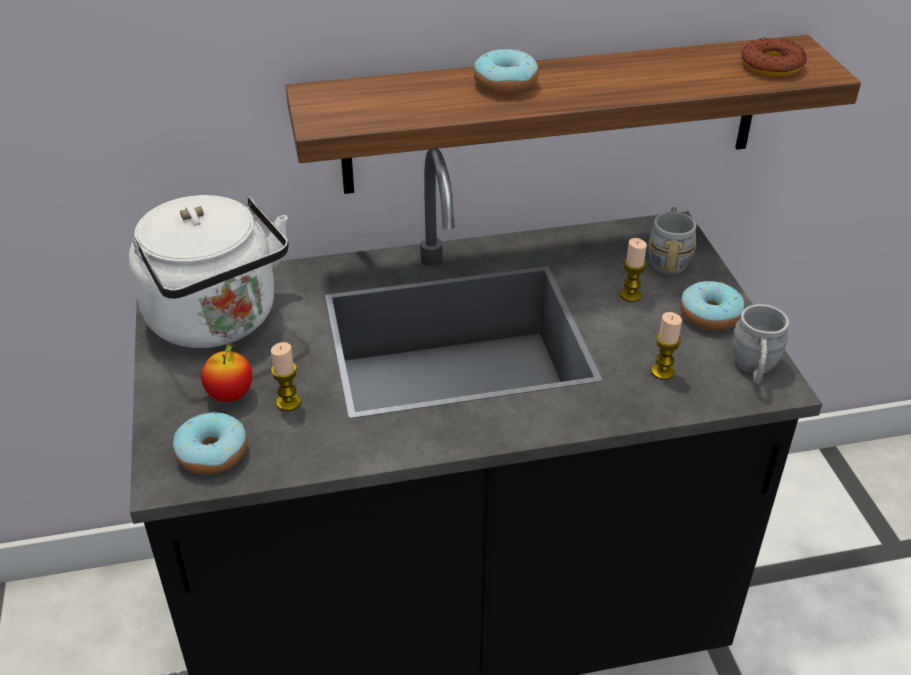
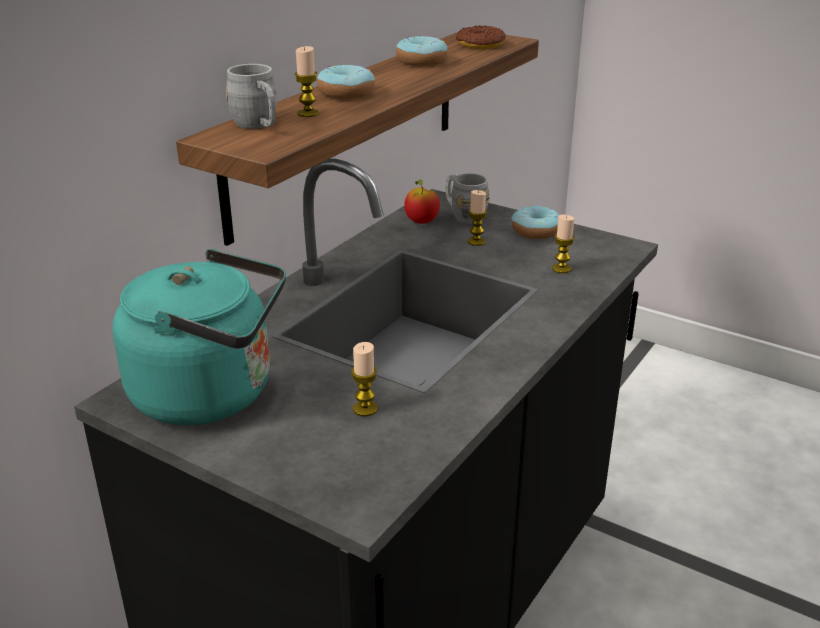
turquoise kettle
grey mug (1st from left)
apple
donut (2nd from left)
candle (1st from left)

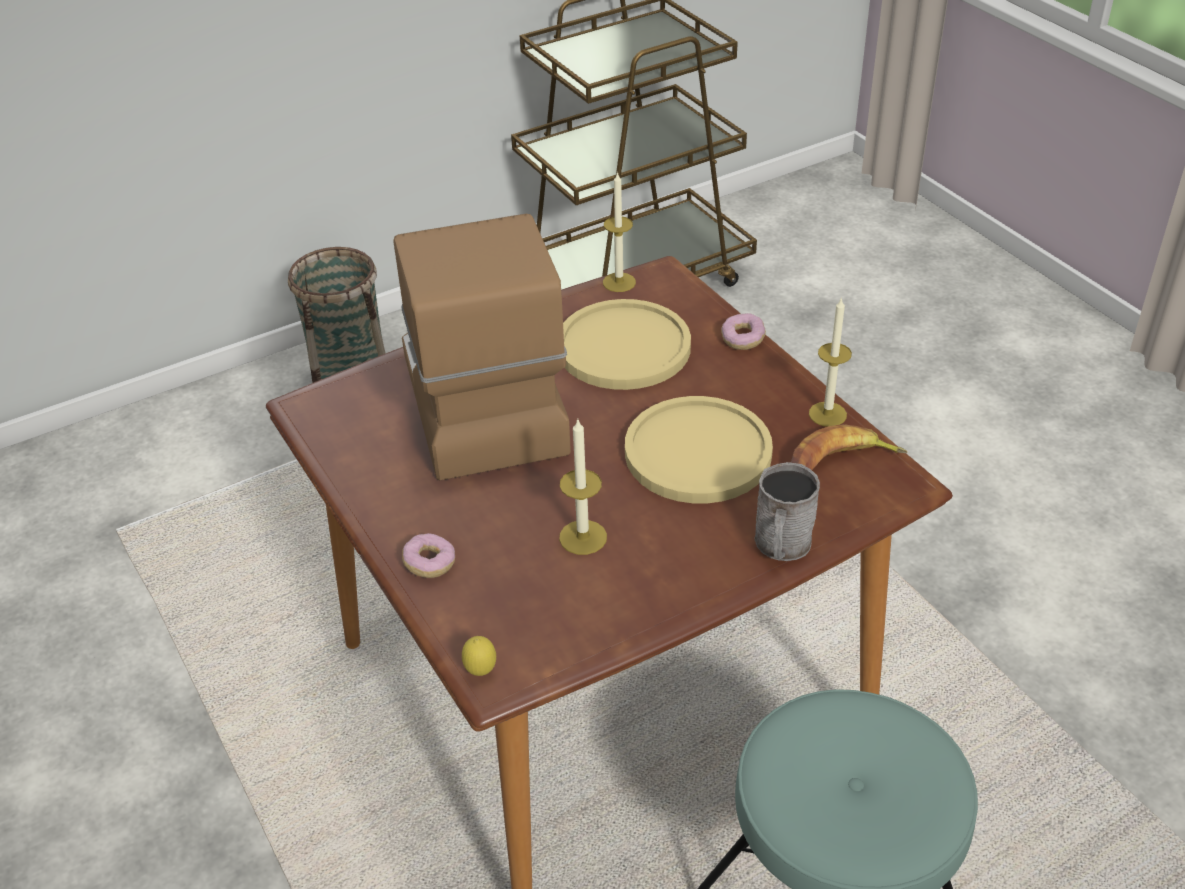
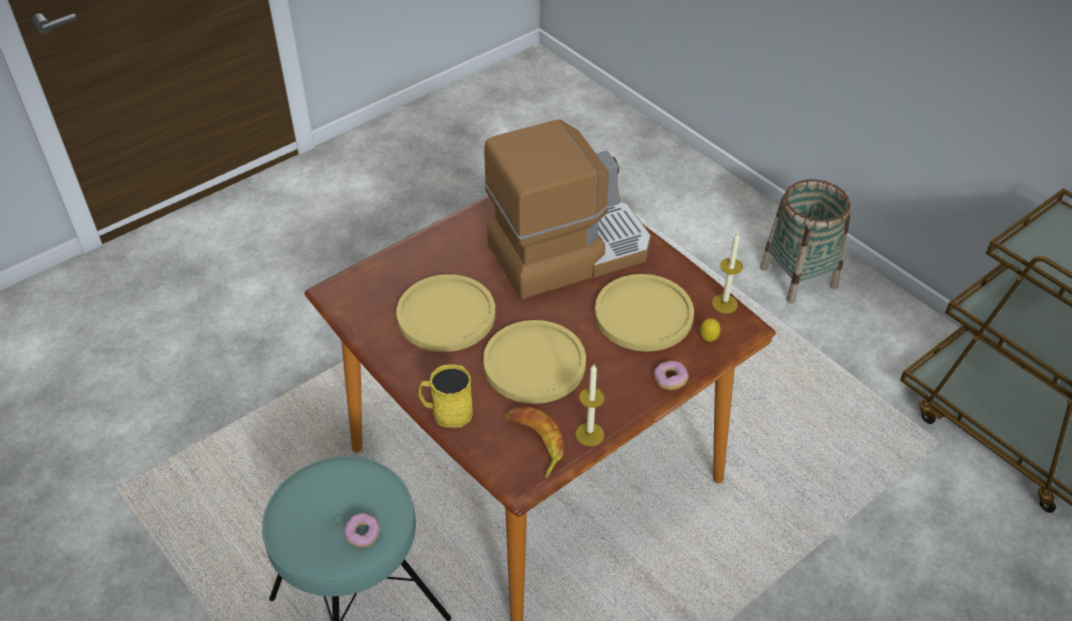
yellow plate (1st from left)
yellow mug
donut (1st from left)
lemon

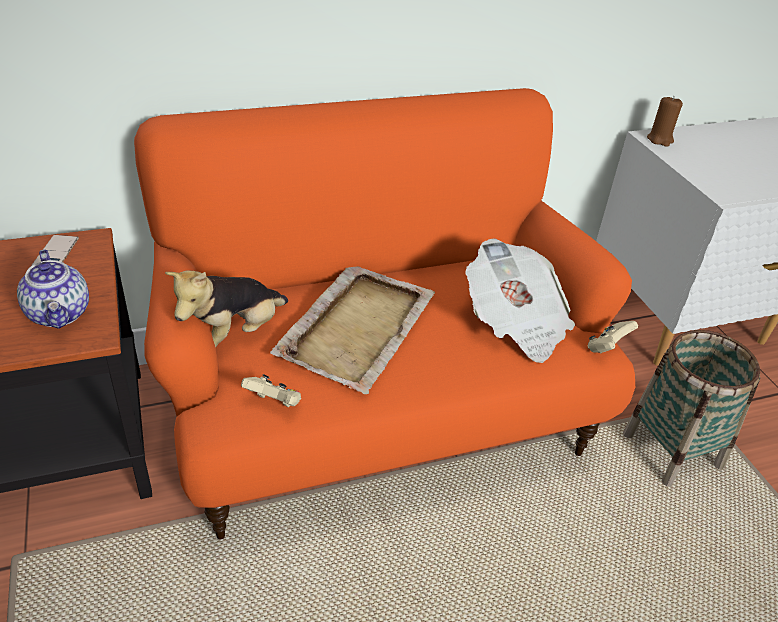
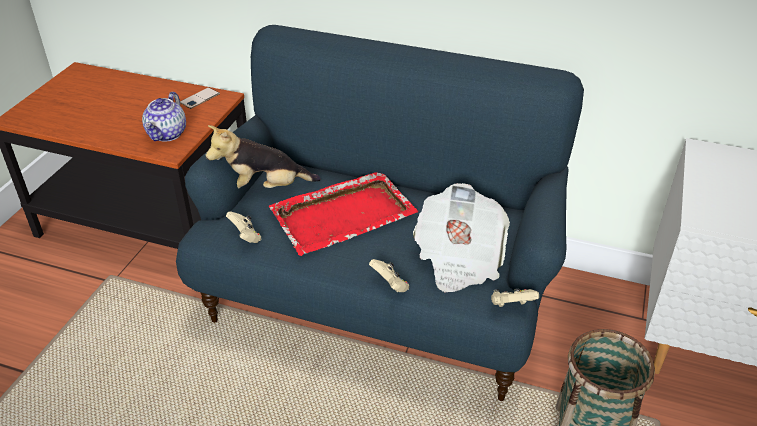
blue sofa
brown candle
red tray
beige game controller (2nd from left)

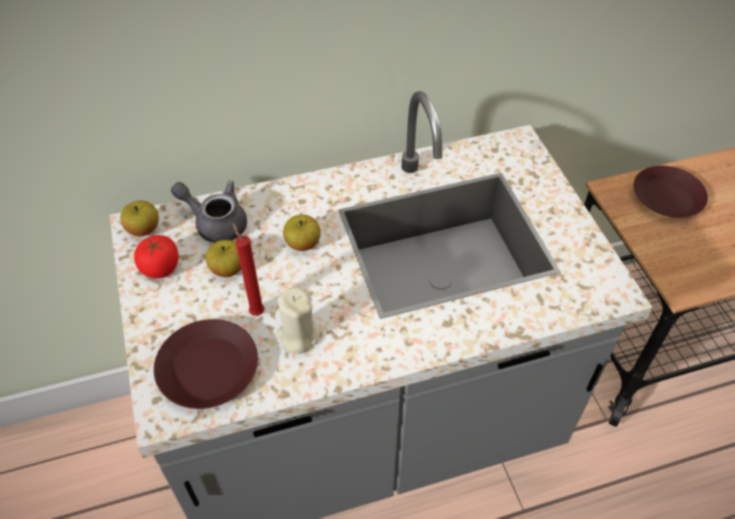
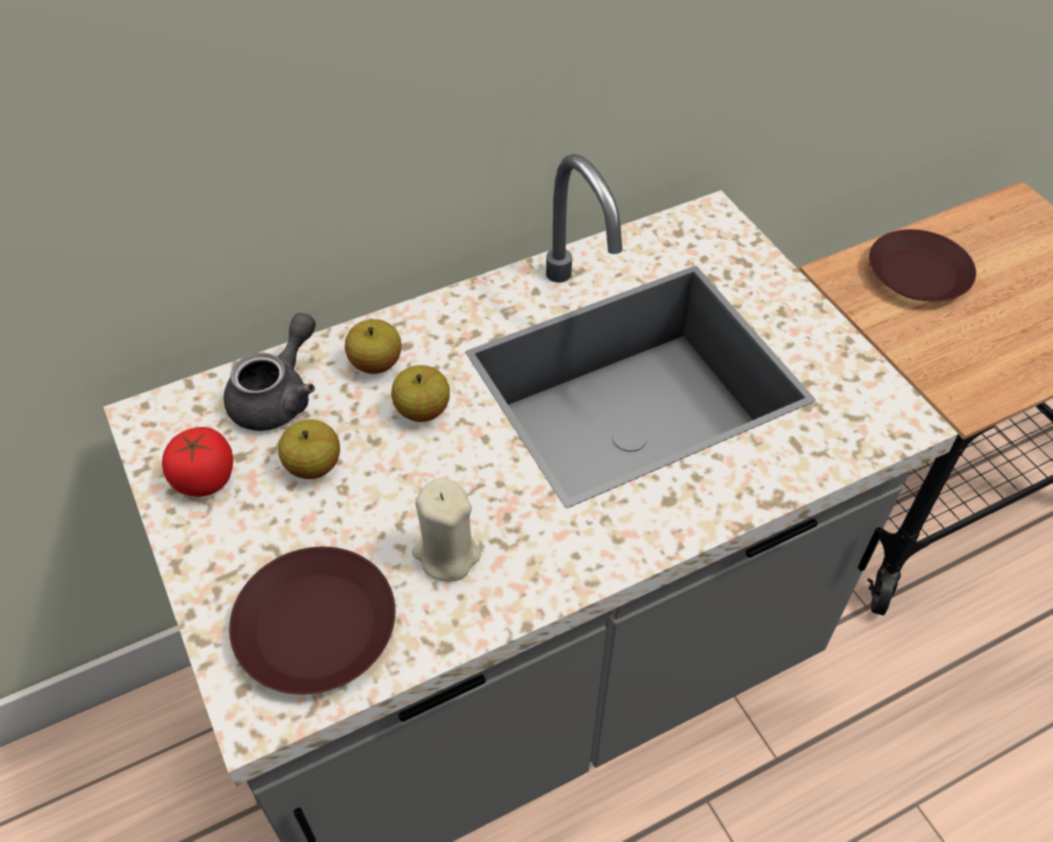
grey teapot
apple (2nd from left)
red candle

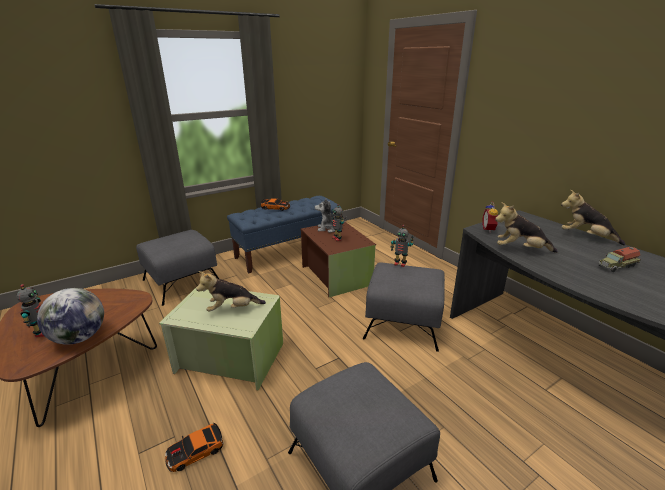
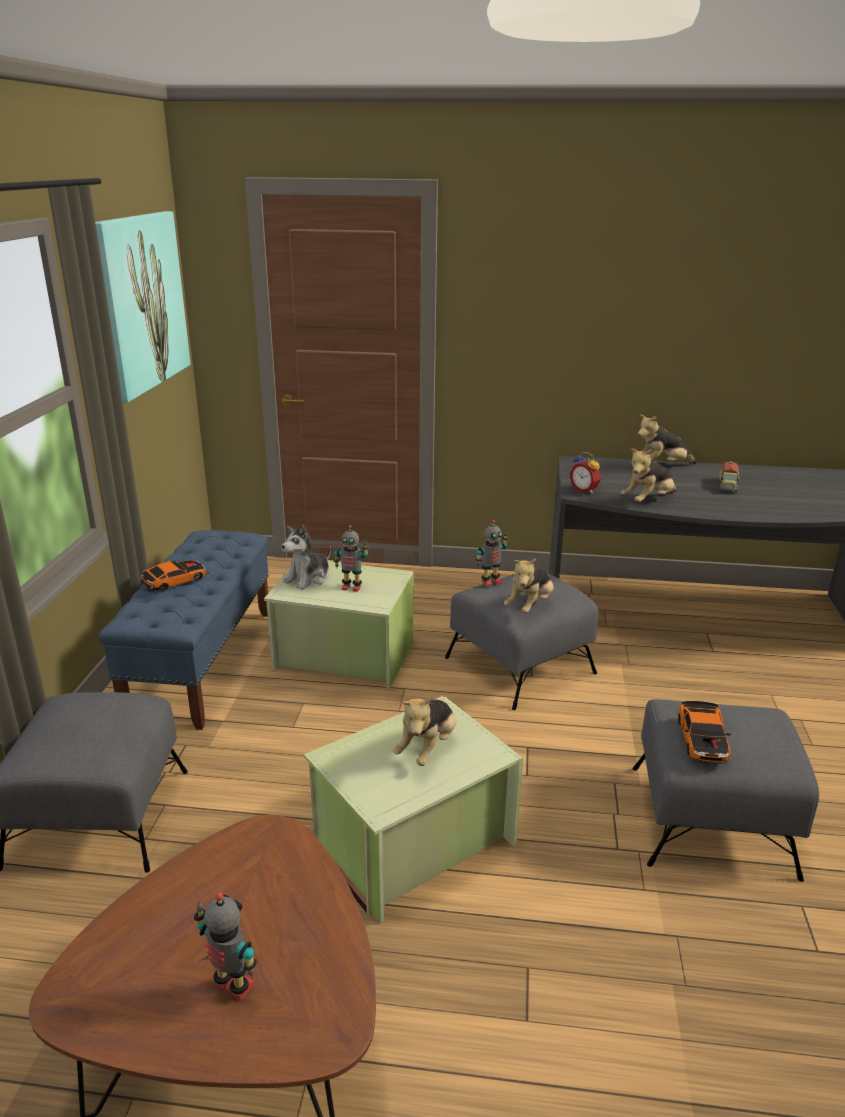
green storage box (1st from left)
globe
toy car (2nd from left)
picture
plush toy (3rd from left)

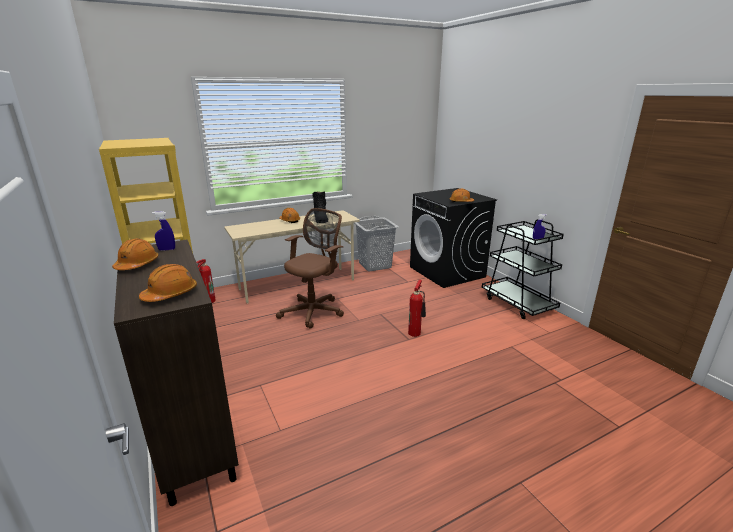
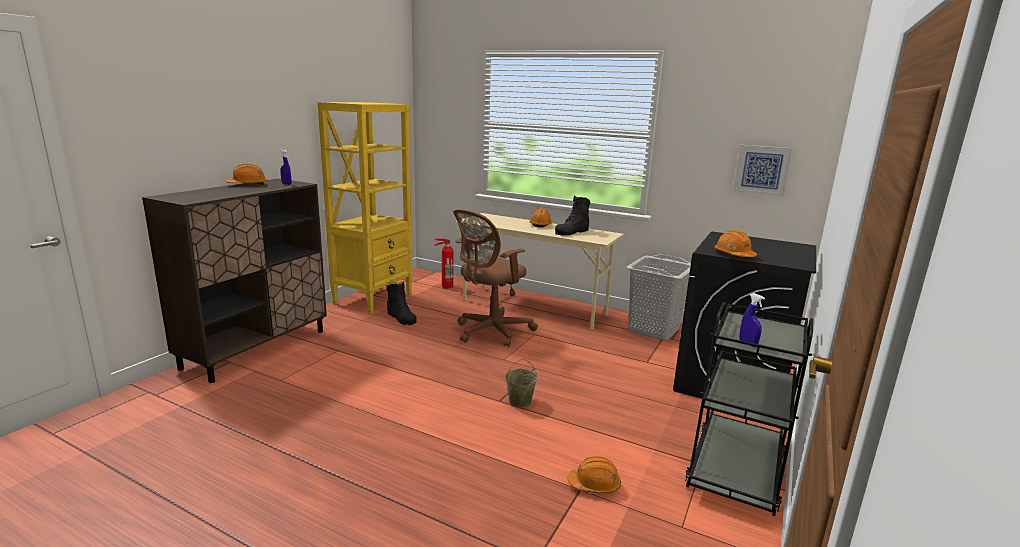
brown office chair
orange hard hat (3rd from left)
beige bucket
picture
black boot (1st from left)

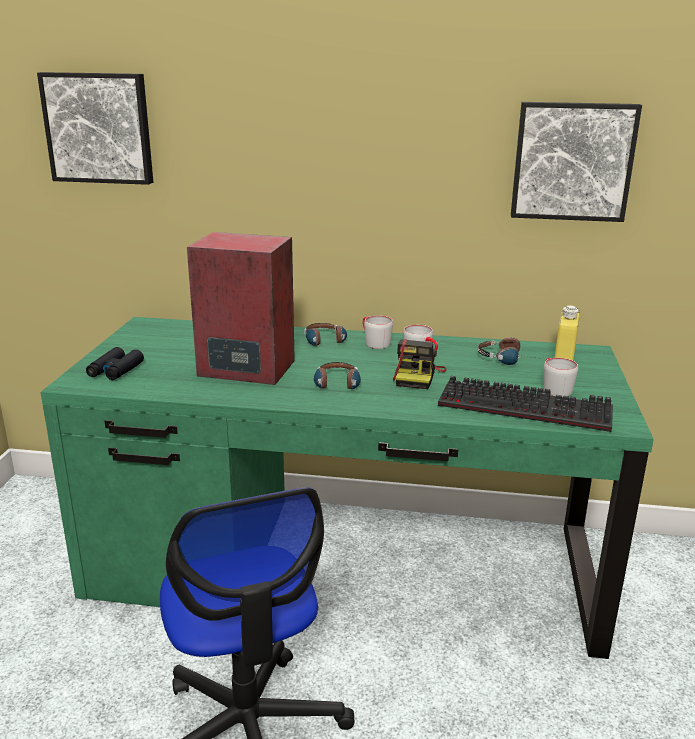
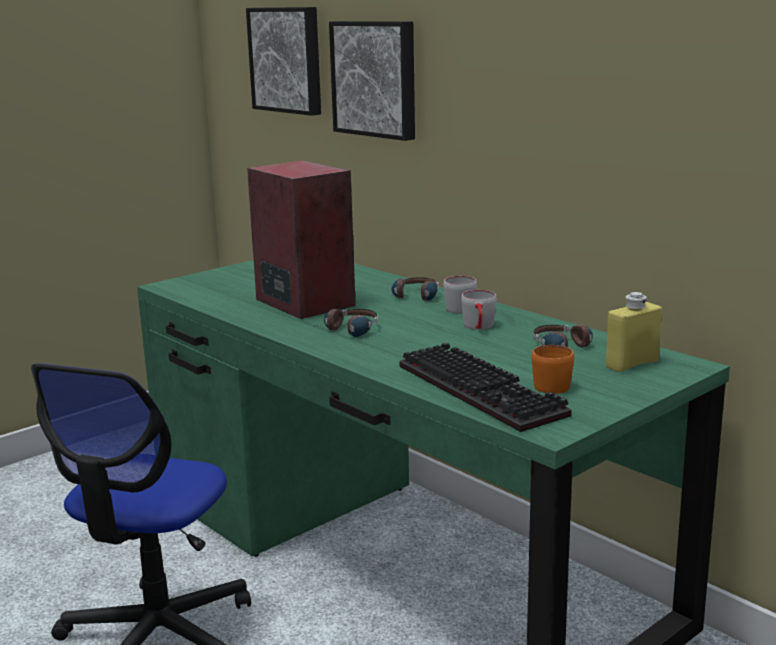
picture (2nd from left)
photo camera
black binoculars
orange mug

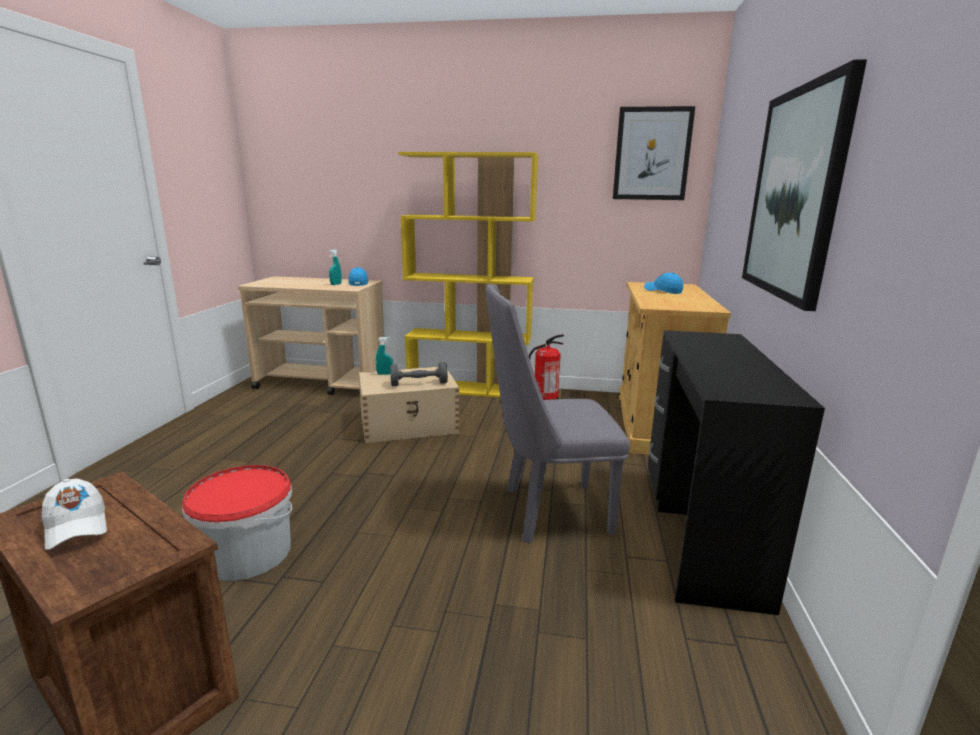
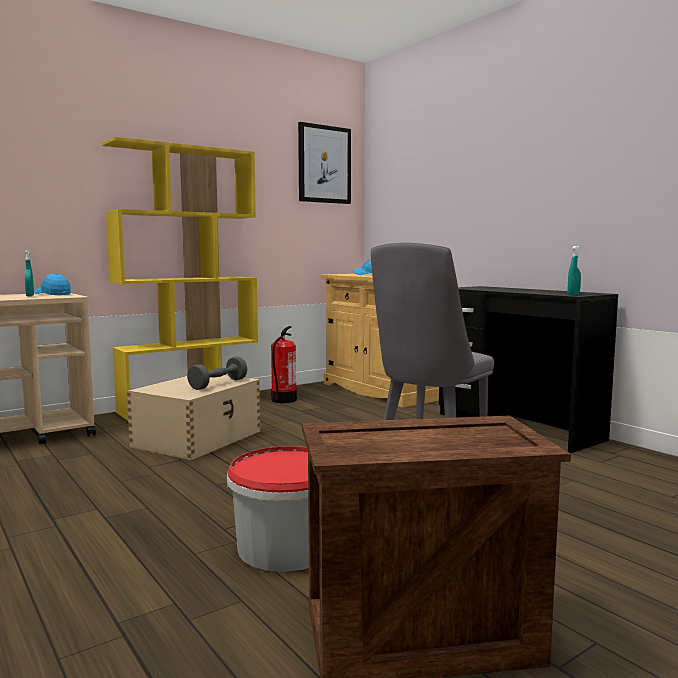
picture (2nd from left in the first image)
turquoise spray bottle (2nd from left)
white cap

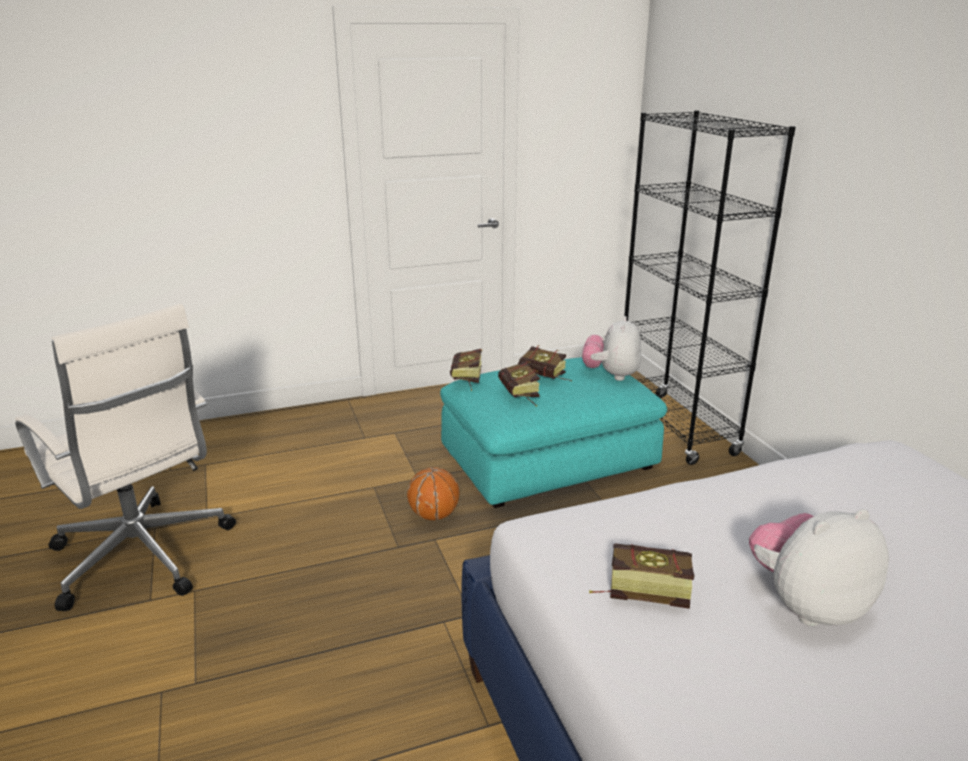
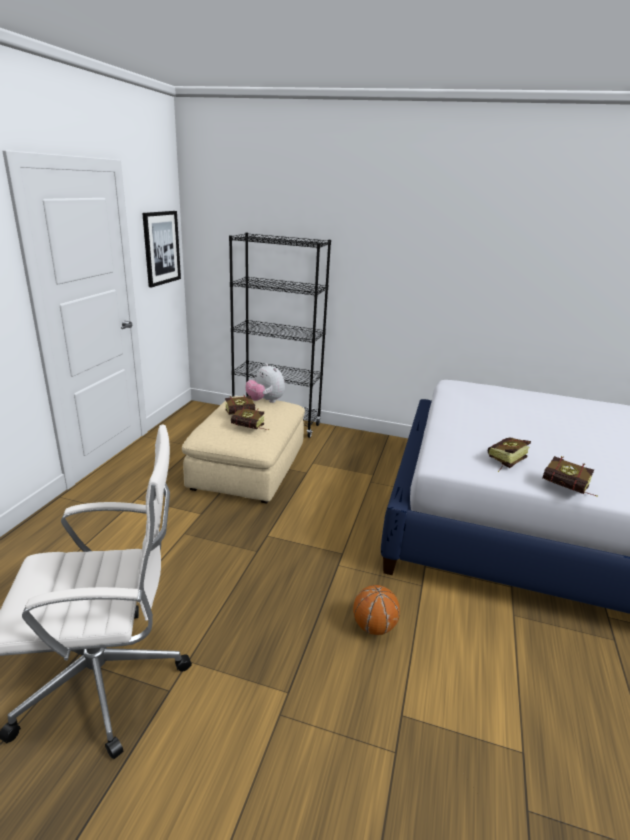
book (4th from left)
beige ottoman
basketball
plush toy (2nd from left in the first image)
picture

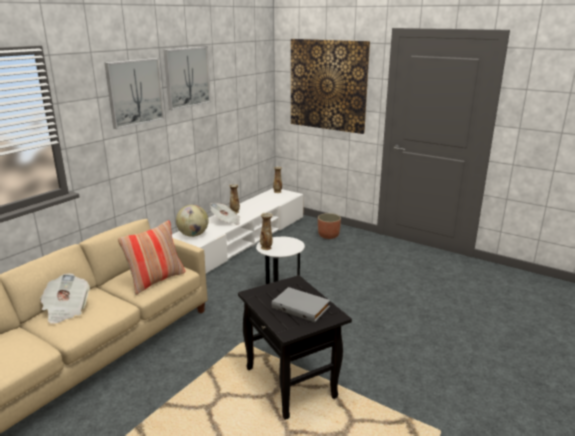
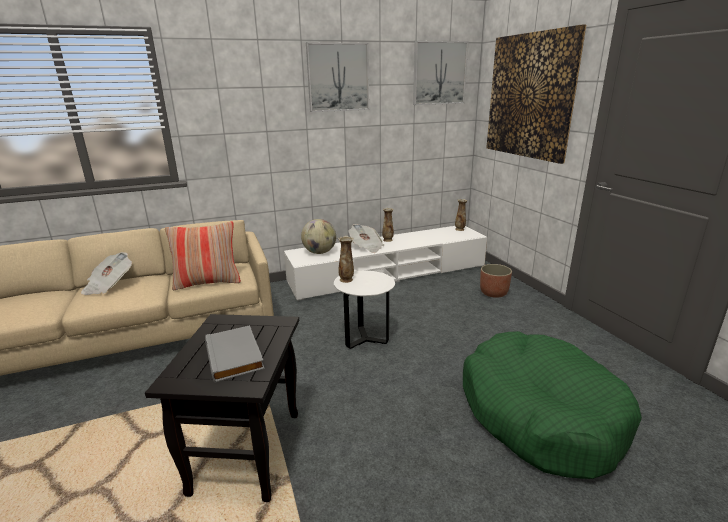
picture (2nd from left)
green dog bed

